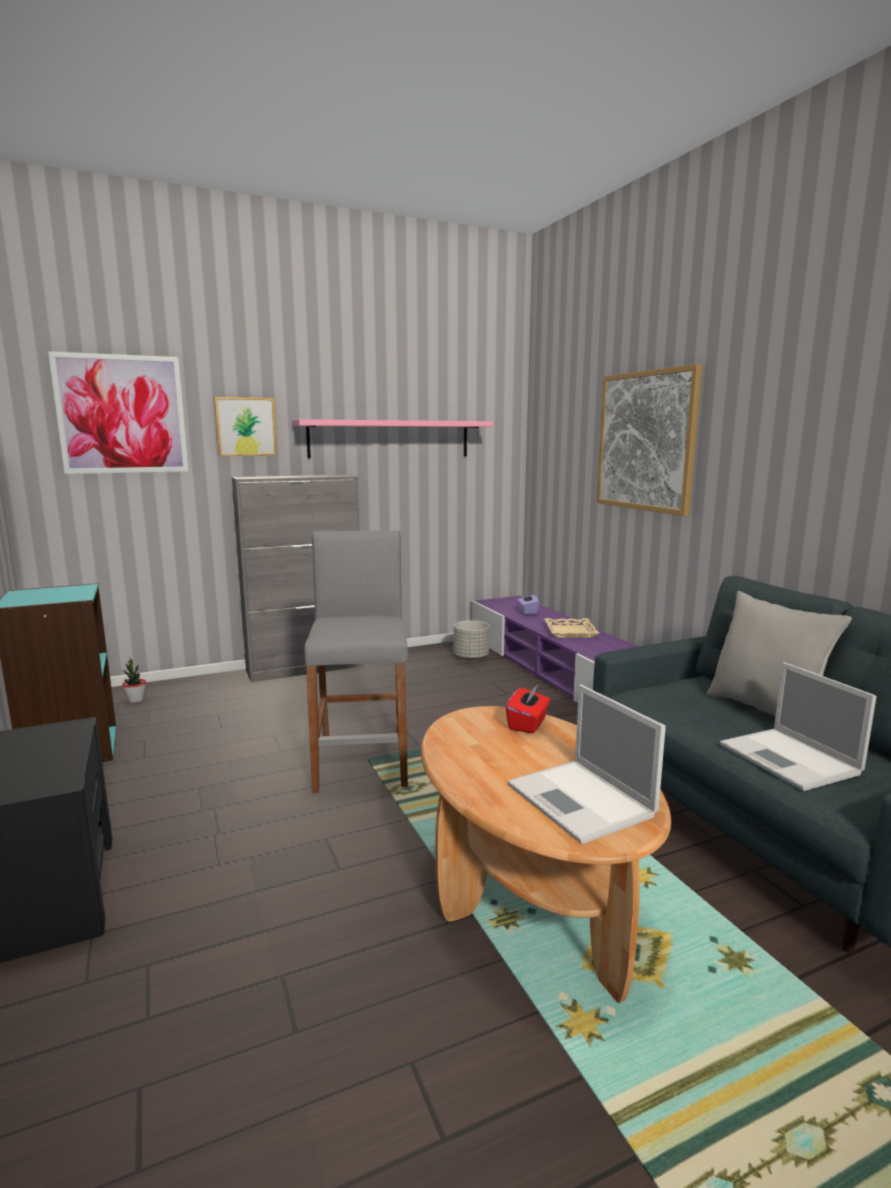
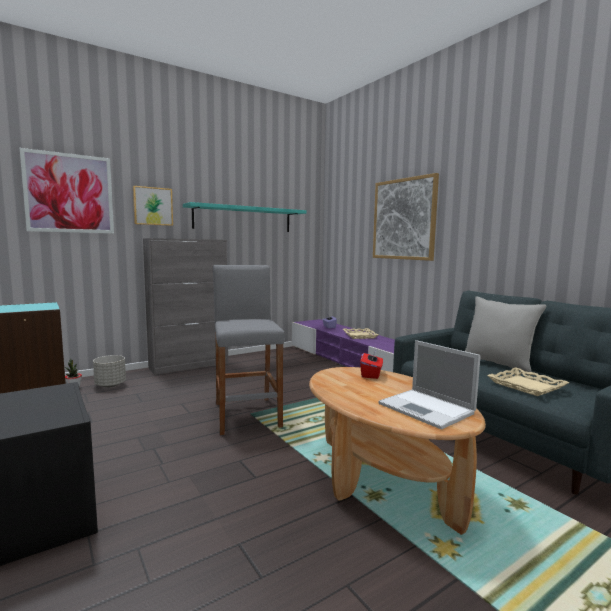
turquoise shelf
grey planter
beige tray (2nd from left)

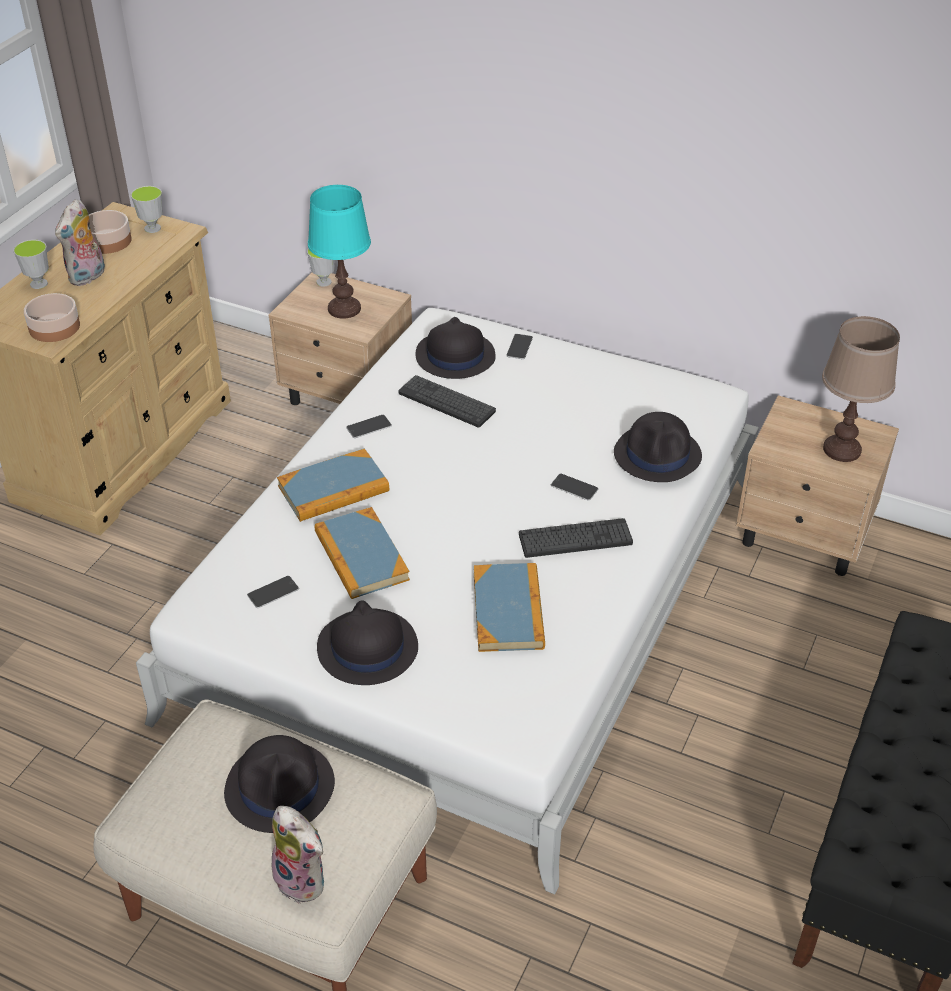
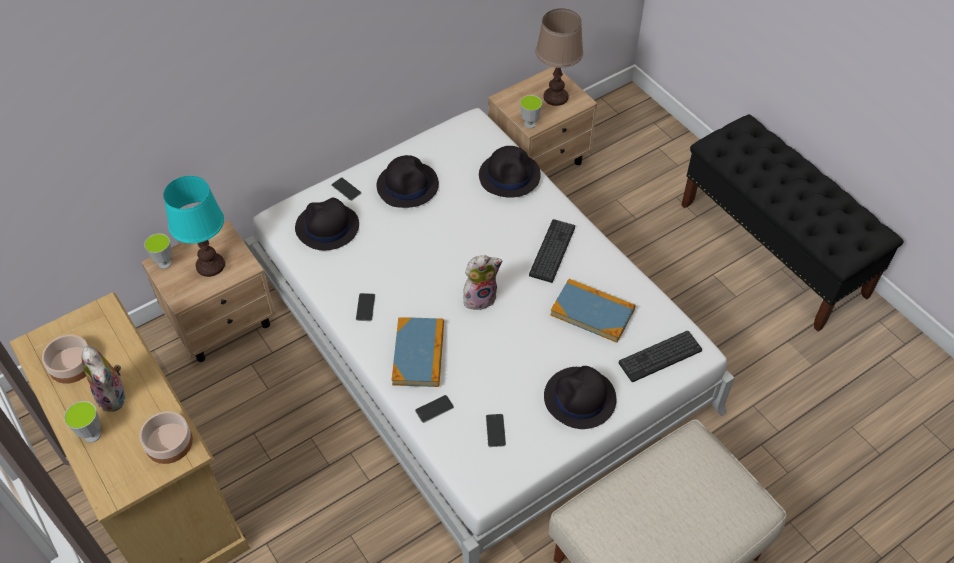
cup (3rd from left)
keyboard (2nd from left)
phone (3rd from left)
book (2nd from left in the first image)
black hat (2nd from left)
plush toy (2nd from left)

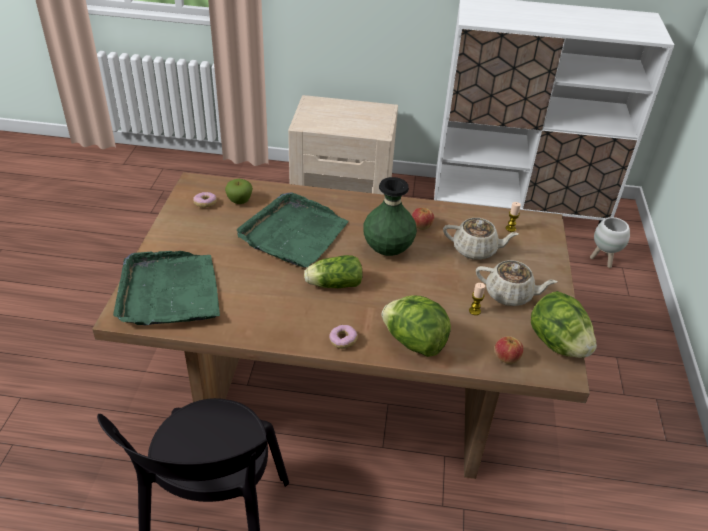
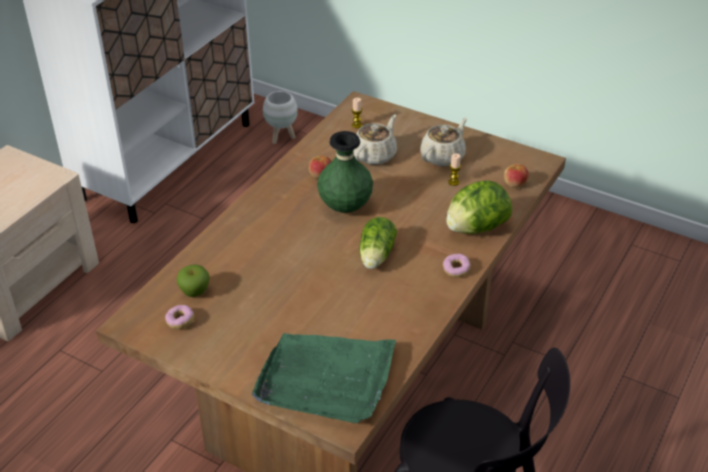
green tray (2nd from left in the first image)
lettuce (3rd from left in the first image)

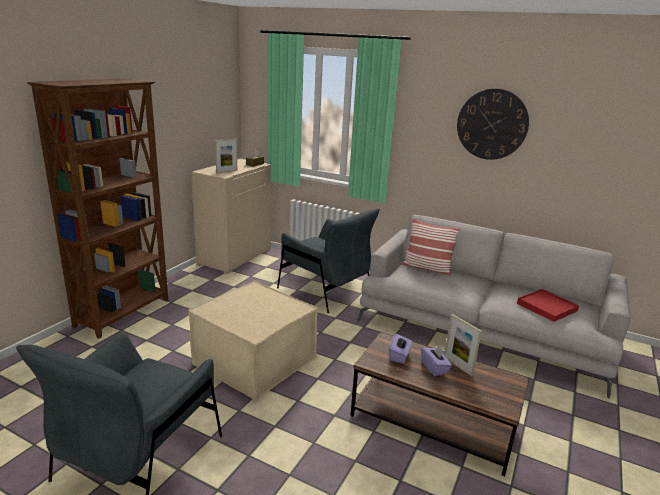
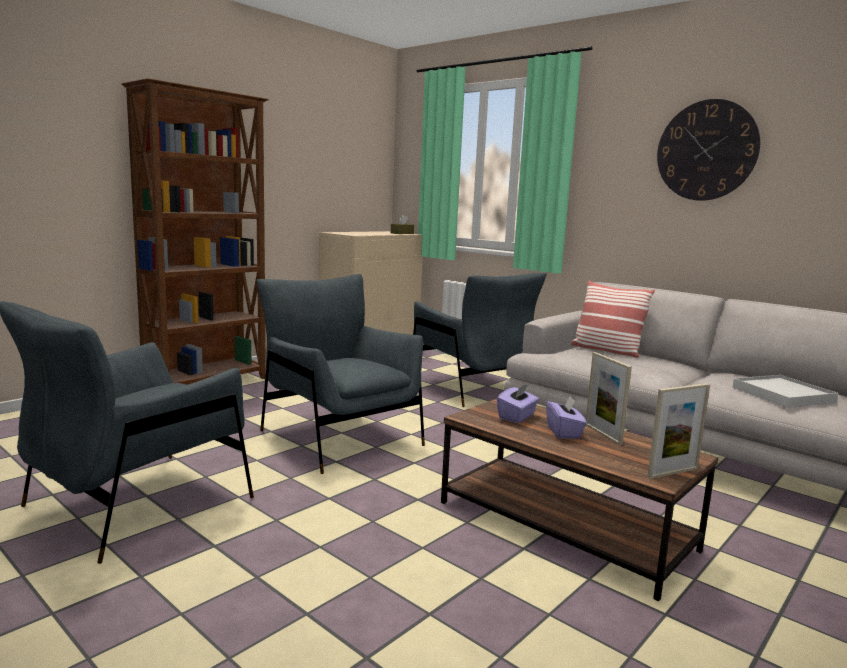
picture frame (2nd from left)
grey armchair (2nd from left)
white tray

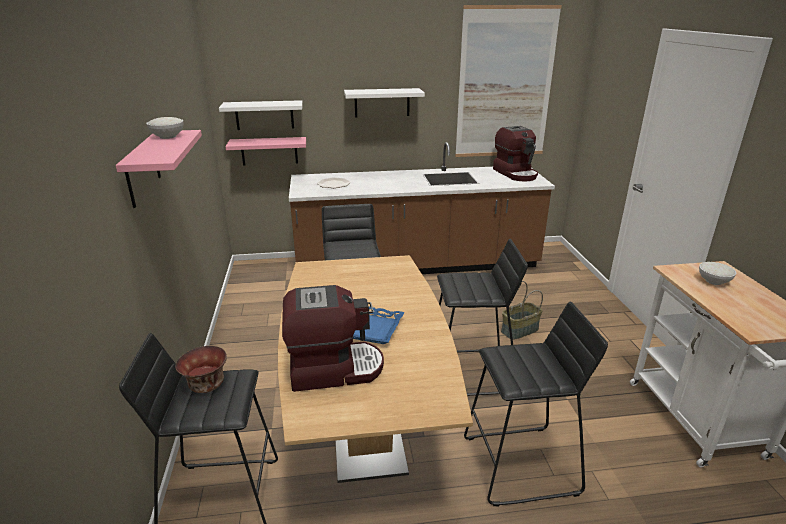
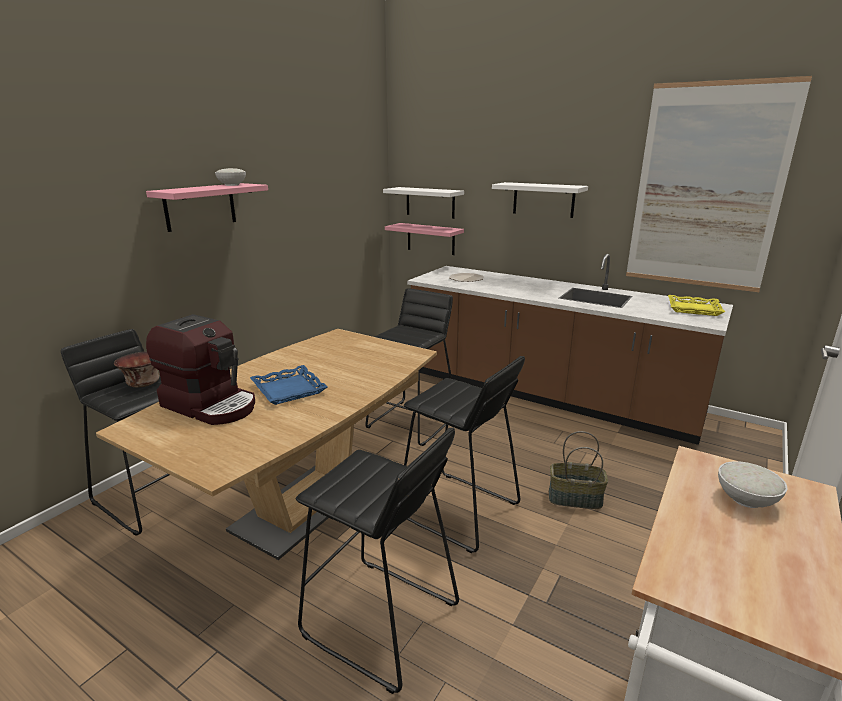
yellow tray

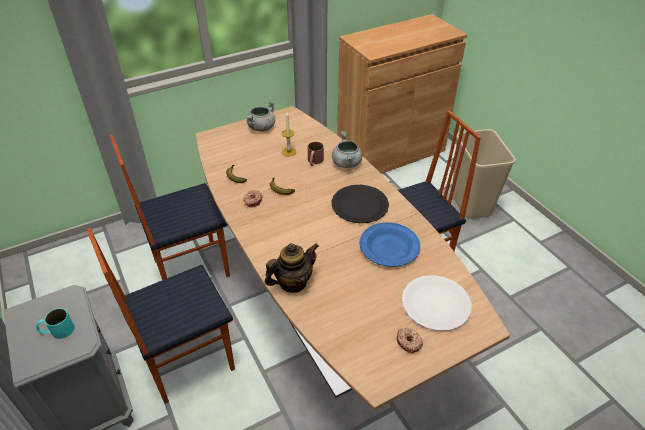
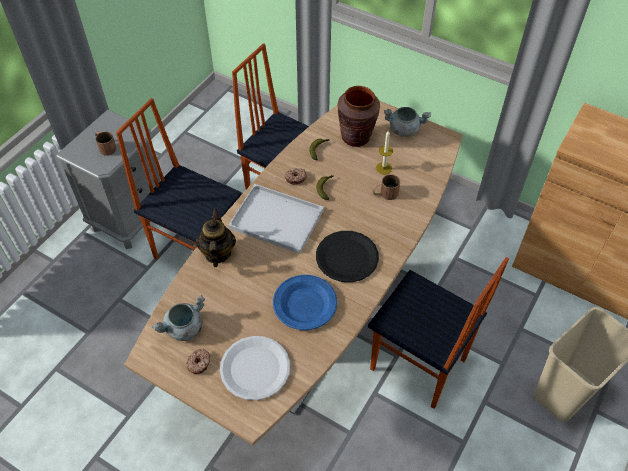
grey cooking pot (1st from left)
teapot
brown mug (1st from left)
brown vase
white tray

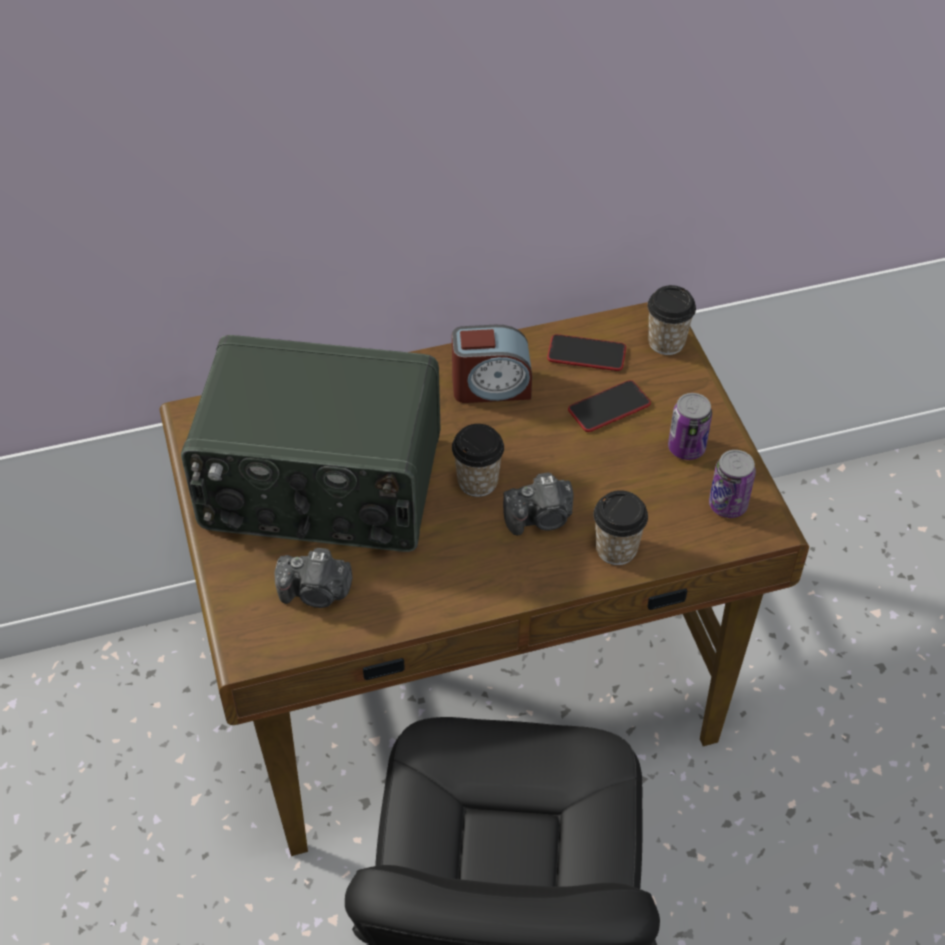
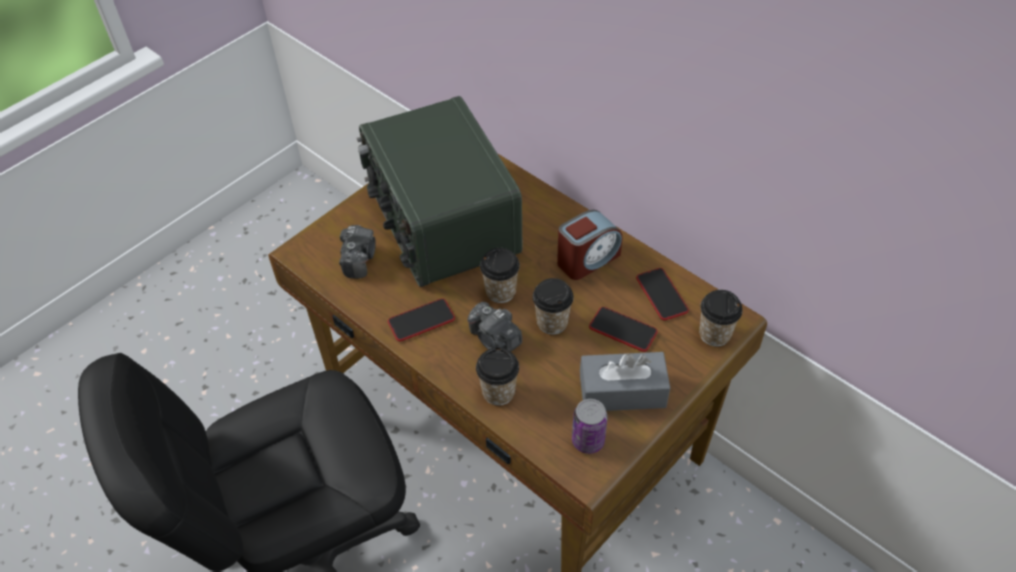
alarm clock
grey tissue box
photo camera (1st from left)
cup (3rd from left)
phone (1st from left)

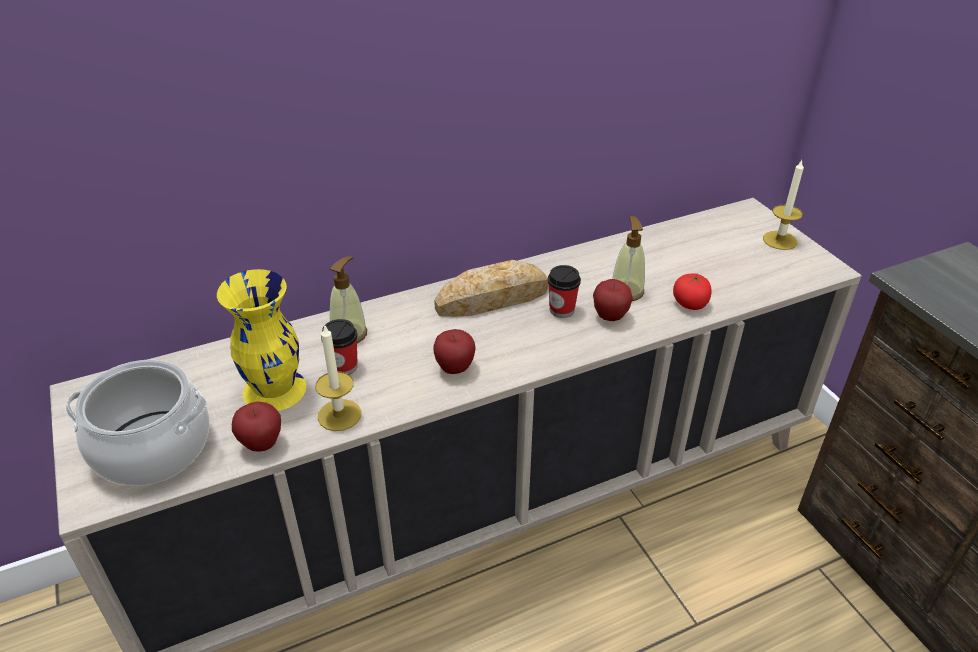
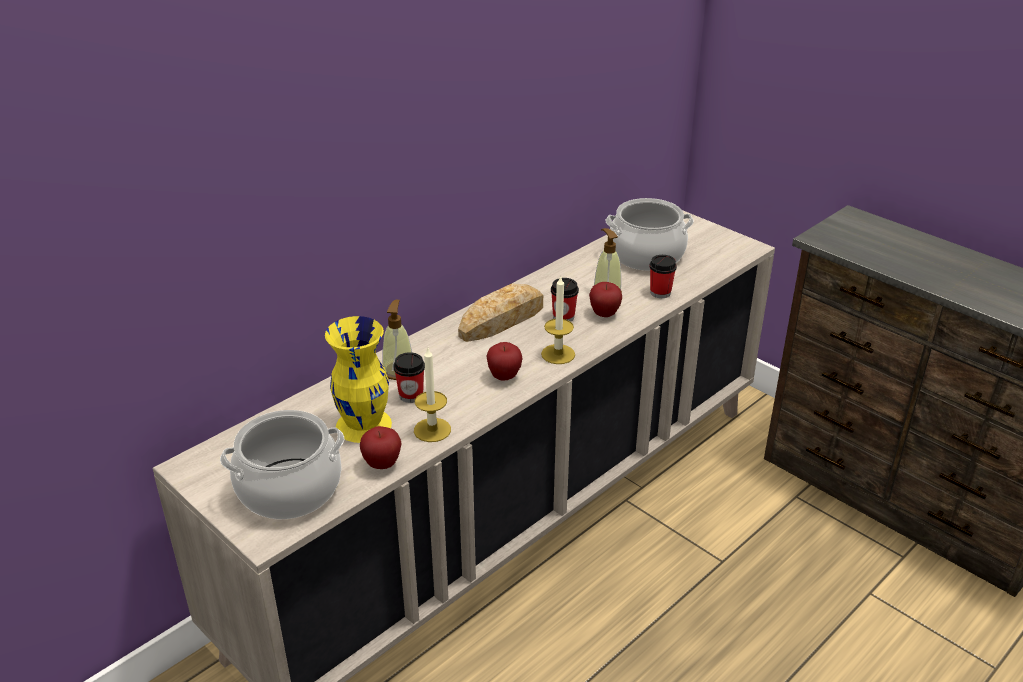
candle (2nd from left)
cup (3rd from left)
cooking pot (2nd from left)

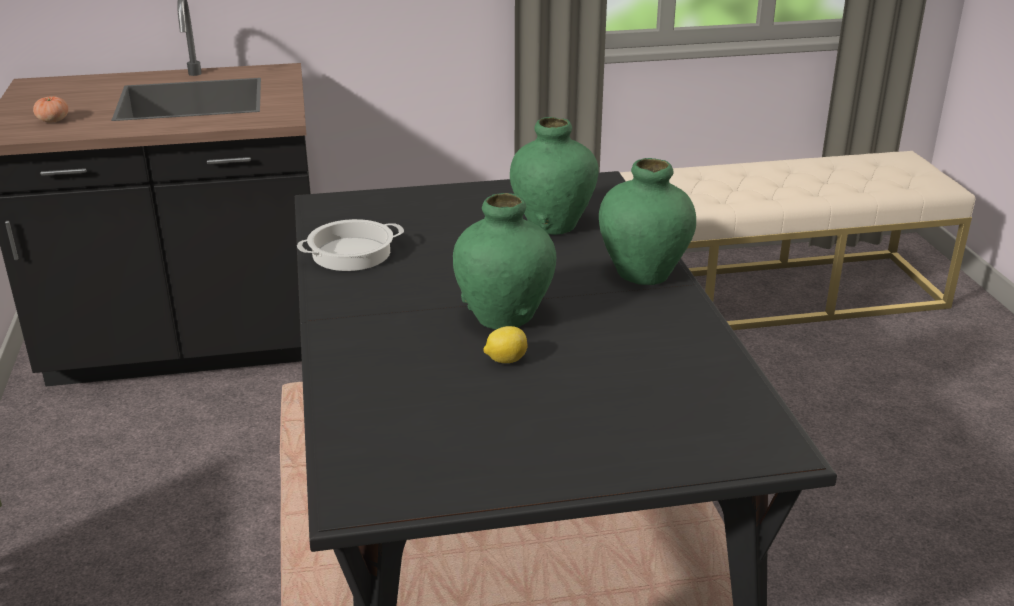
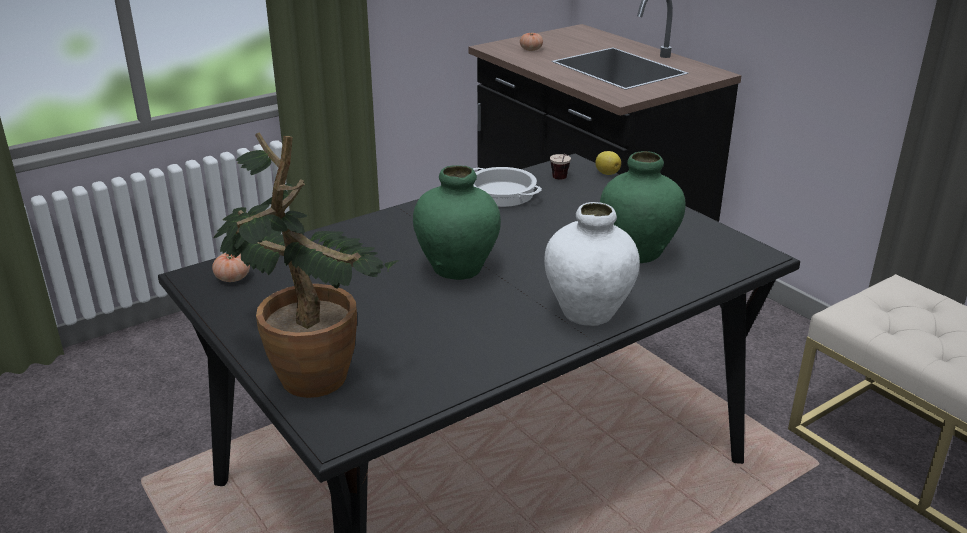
white vase
lemon
potted plant
cup
tomato (1st from left)

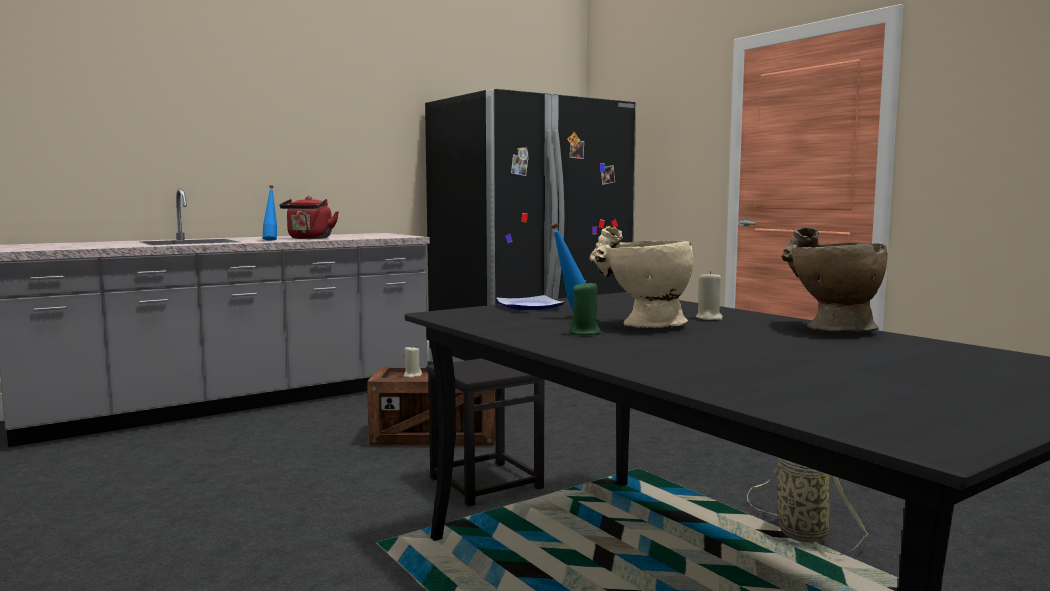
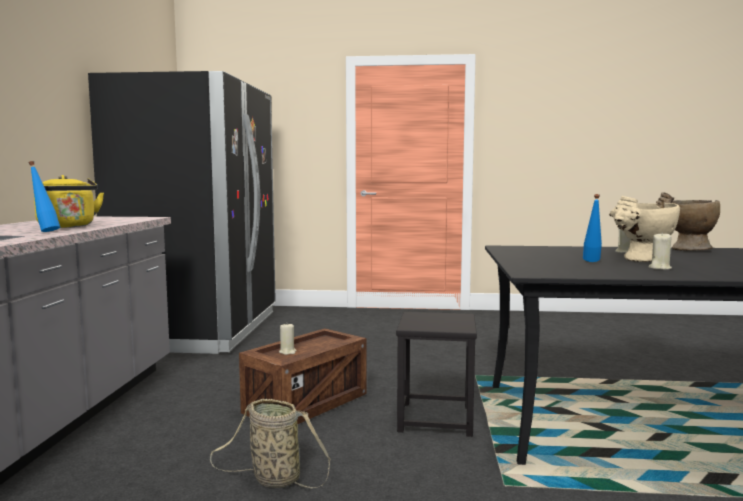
yellow kettle
beige candle (3rd from left)
plate
basket

